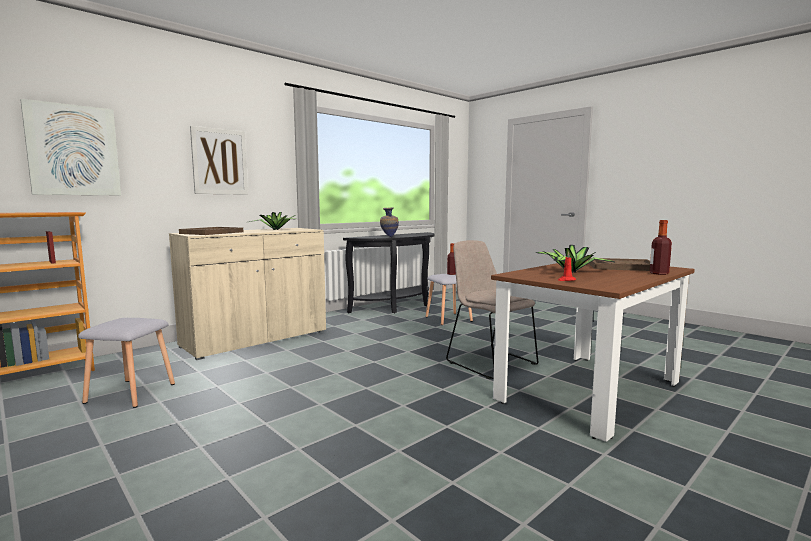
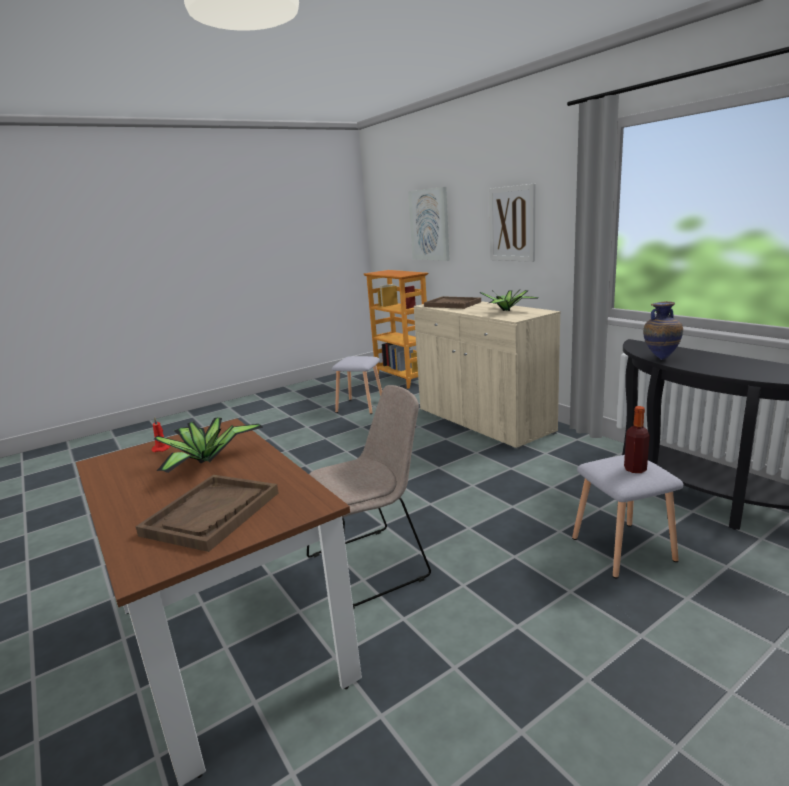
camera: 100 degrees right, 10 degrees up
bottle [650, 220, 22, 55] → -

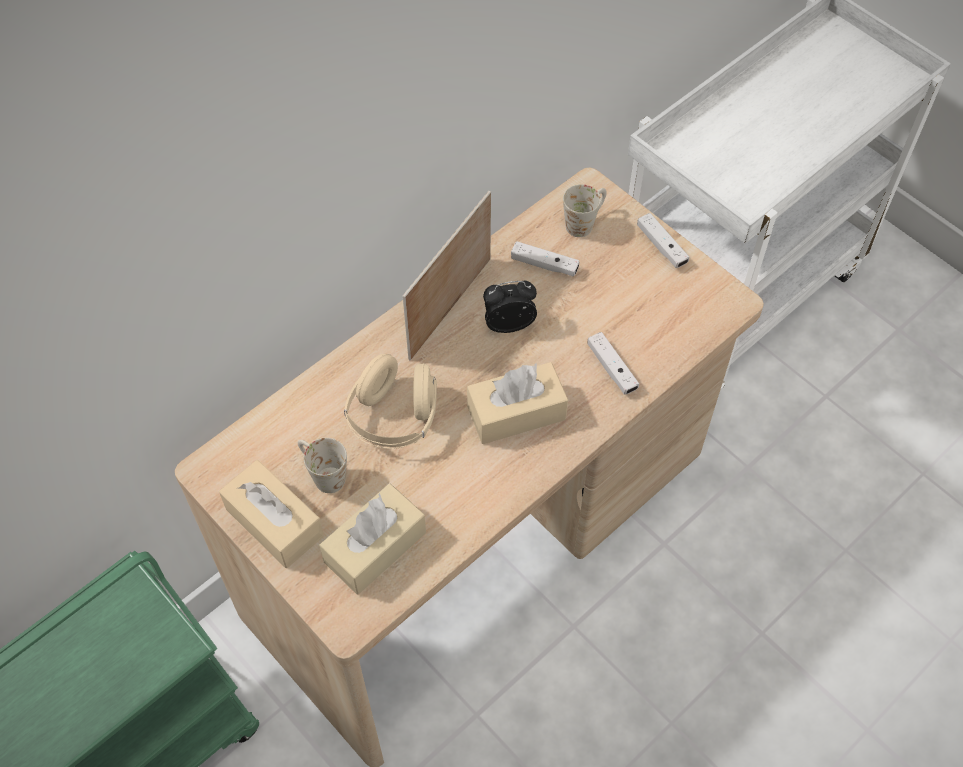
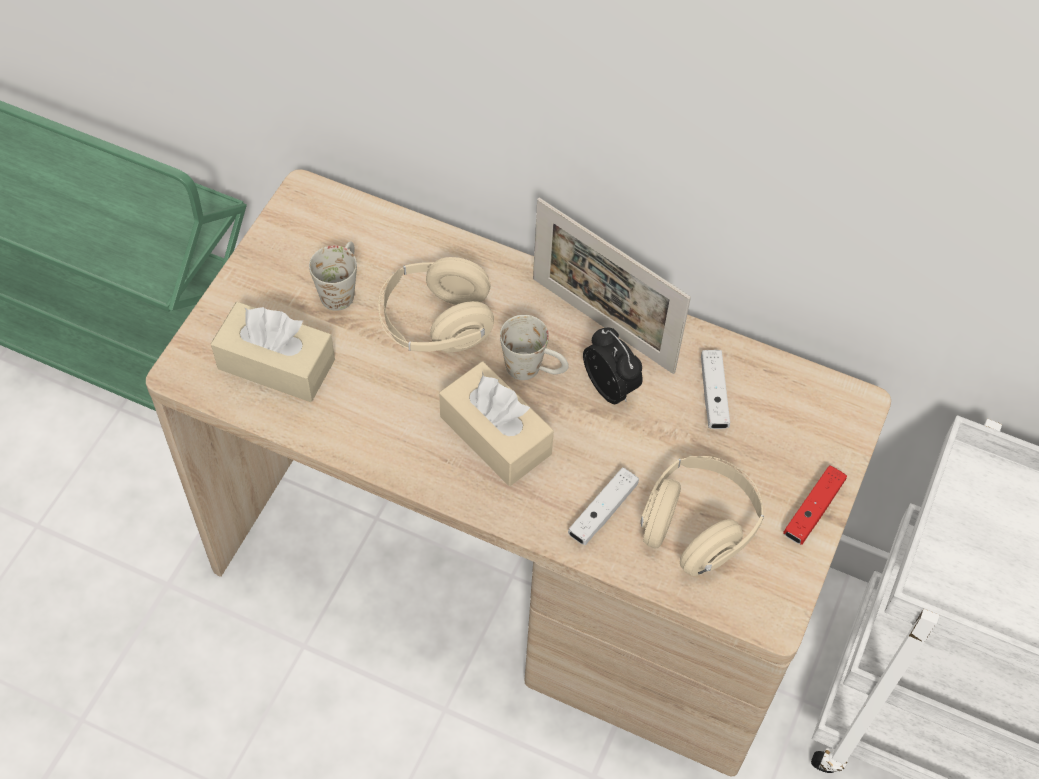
camera: 65 degrees right, 0 degrees up
mug in white [563, 184, 44, 53] → mug in white [500, 315, 69, 65], shifted
picture frame [403, 191, 88, 169] → picture frame [533, 198, 158, 176], 150 degrees counterclockwise
- → headphones in beige [640, 456, 124, 120]
game controller in white [637, 213, 52, 55] → game controller in red [783, 465, 64, 80]
tissue box in beige [219, 460, 105, 108] → -

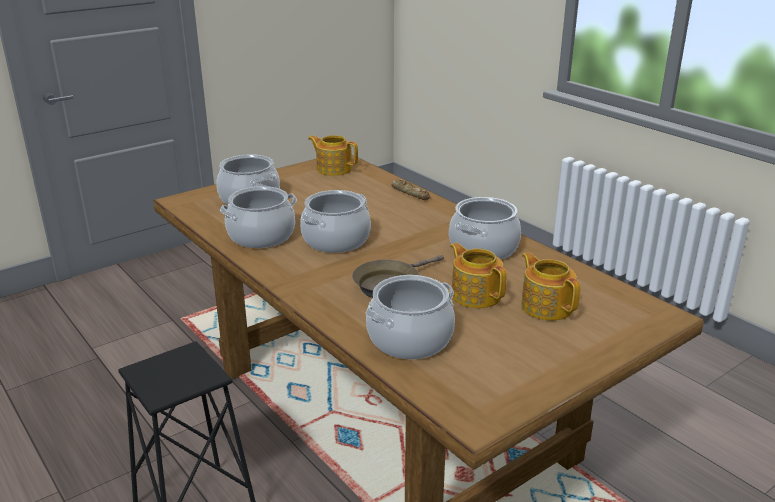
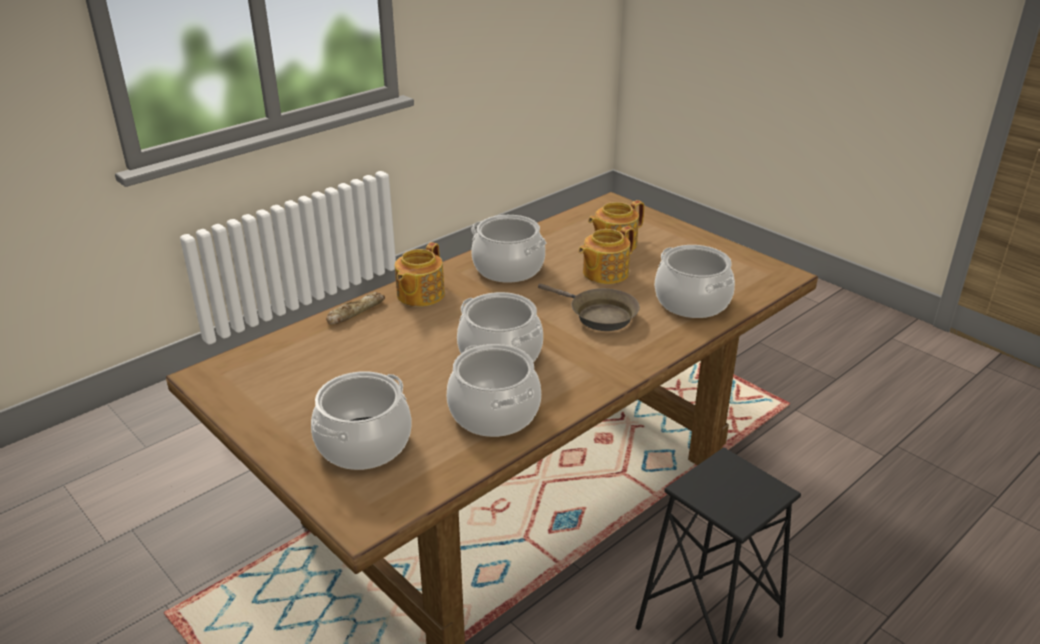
camera: 95 degrees left, 5 degrees up
teapot [308, 135, 50, 41] → teapot [395, 242, 50, 65], shifted

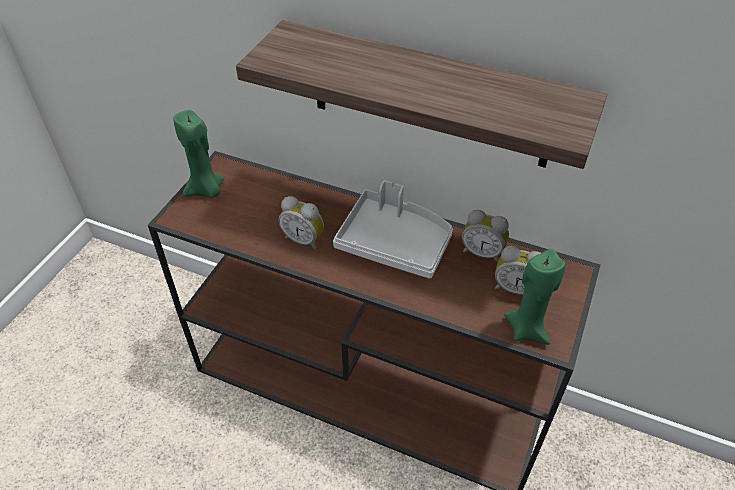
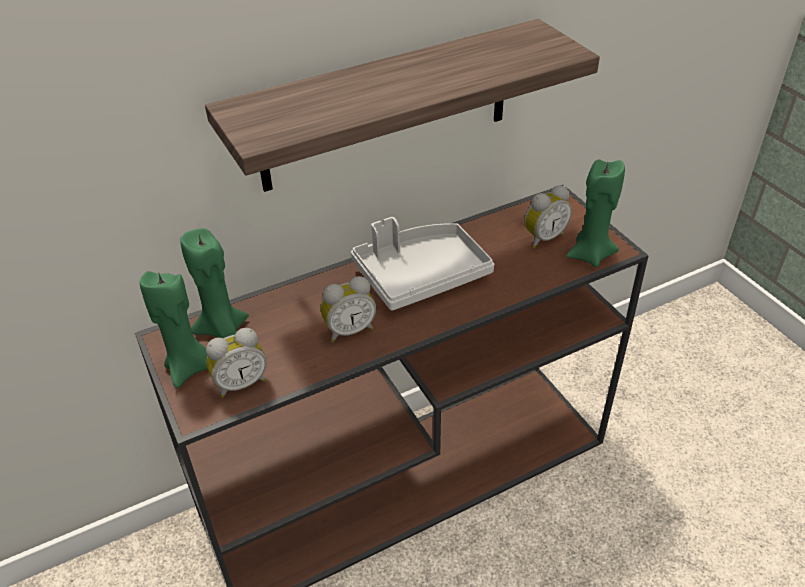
camera: 50 degrees left, 5 degrees down
- → candle in green [180, 228, 69, 110]
alarm clock [462, 209, 47, 54] → alarm clock [206, 328, 61, 70], shifted

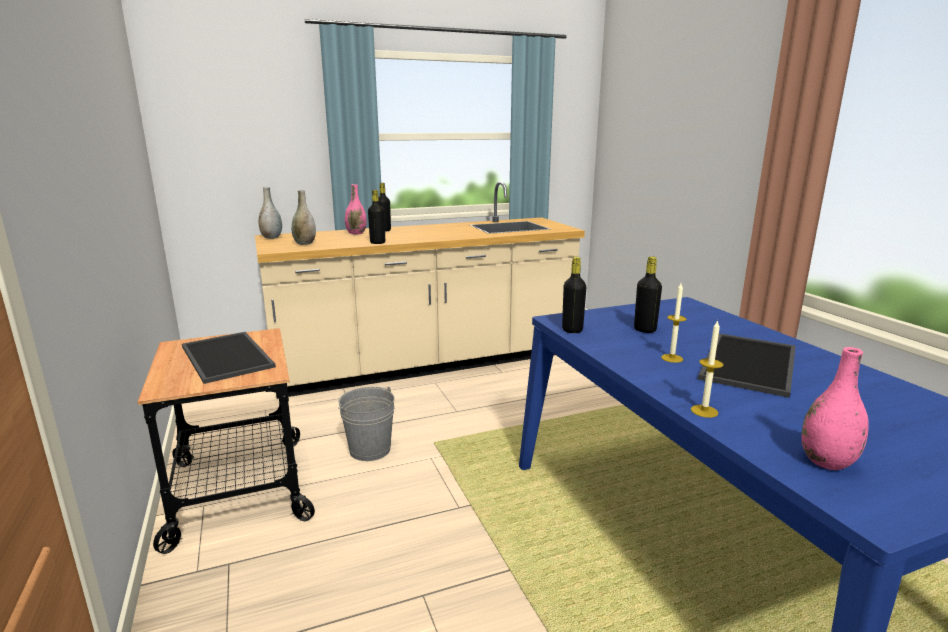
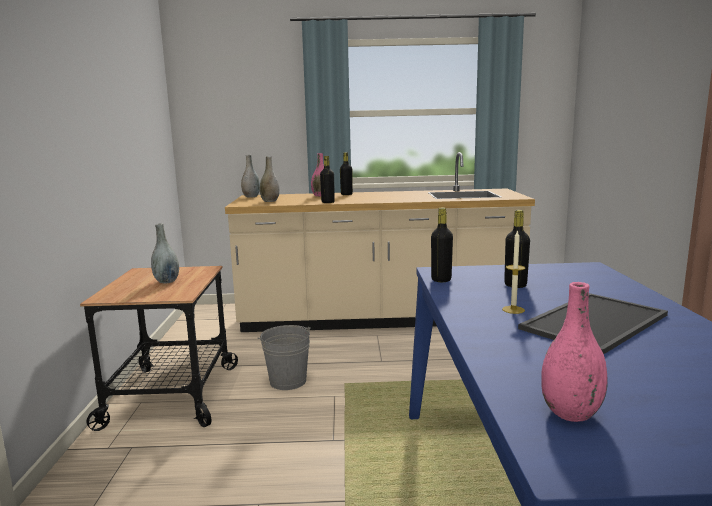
camera: 20 degrees right, 5 degrees down
tray [182, 332, 94, 52] → vase in grey [151, 223, 28, 60]
candle [691, 320, 33, 98] → -

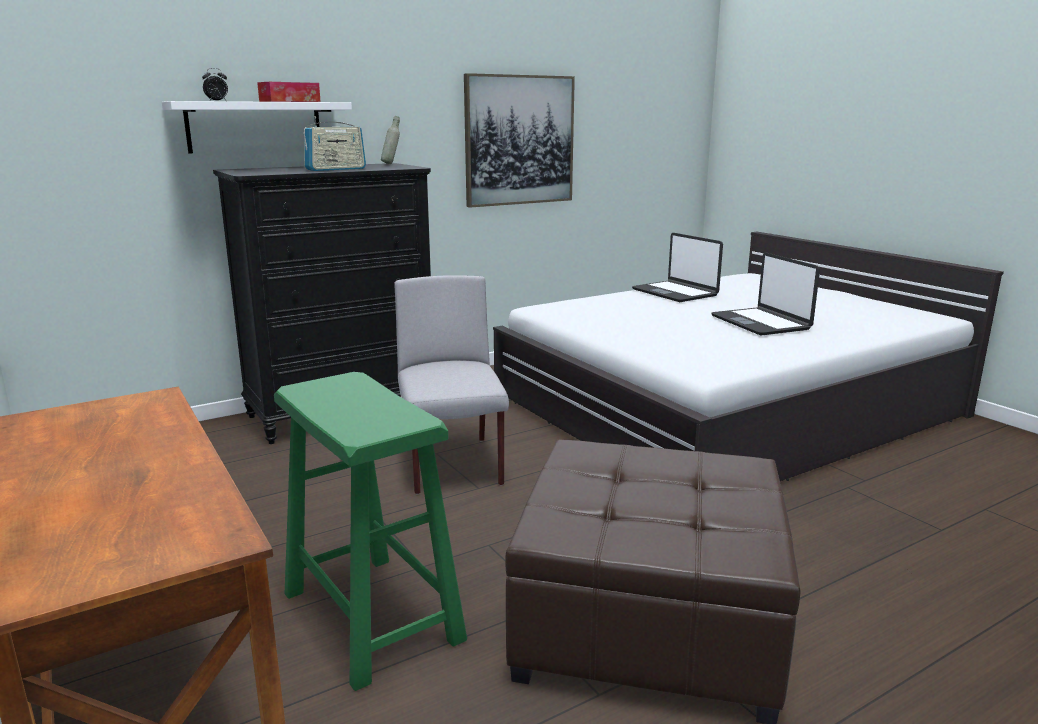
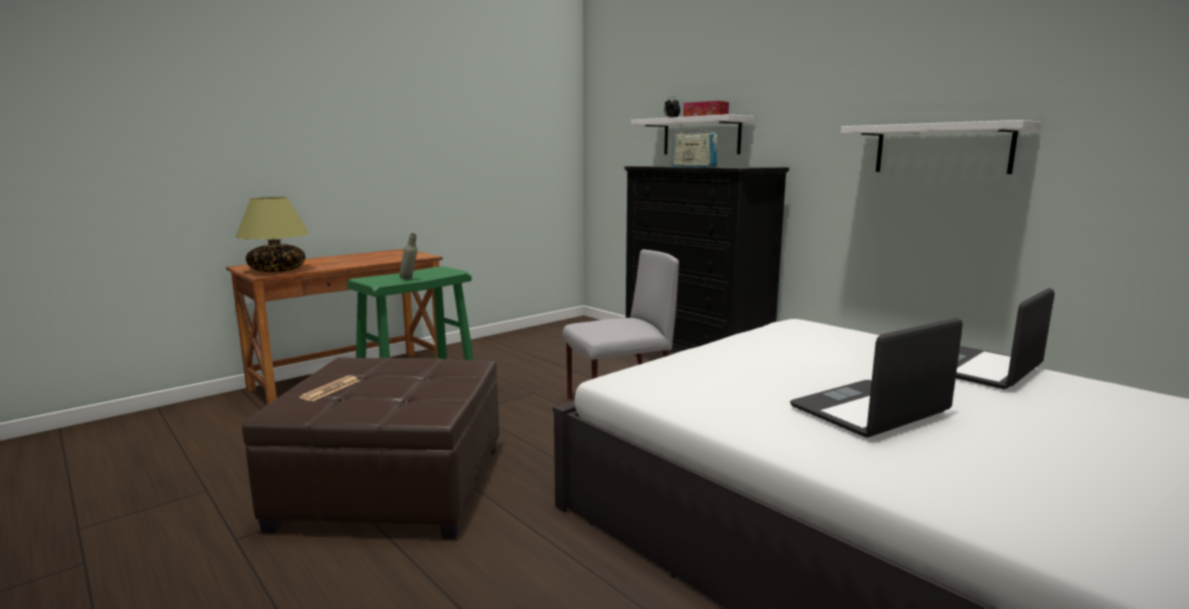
camera: 80 degrees right, 5 degrees down
- → table lamp [235, 197, 75, 75]
- → newspaper [299, 376, 60, 25]
bottle in grey [381, 116, 19, 48] → bottle in grey [399, 233, 18, 47], shifted
picture [464, 73, 111, 135] → shelf in white [841, 120, 200, 54]

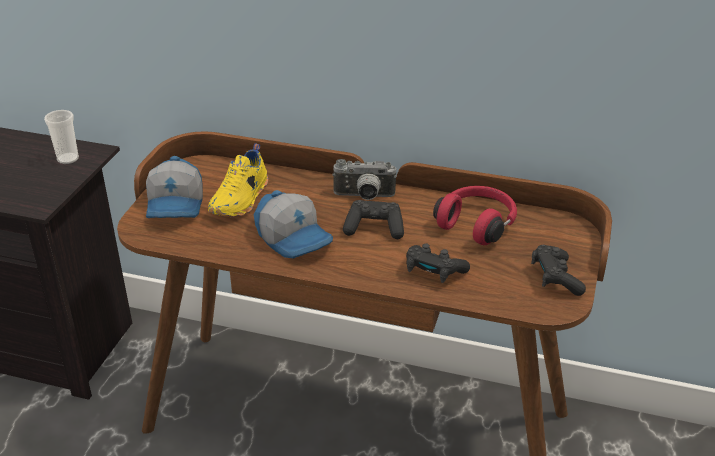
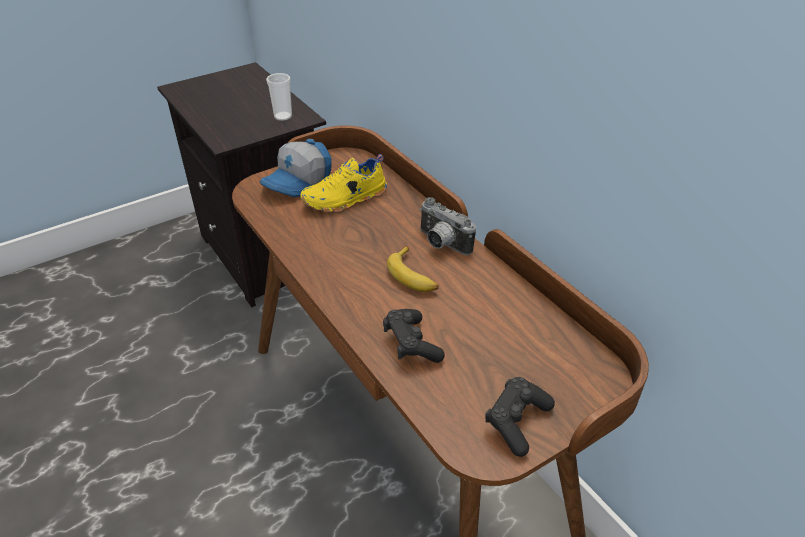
camera: 40 degrees right, 5 degrees up
game controller in black [343, 200, 61, 39] → banana [387, 246, 52, 46]
cap [254, 190, 79, 69] → -
headphones in red [433, 186, 84, 59] → -

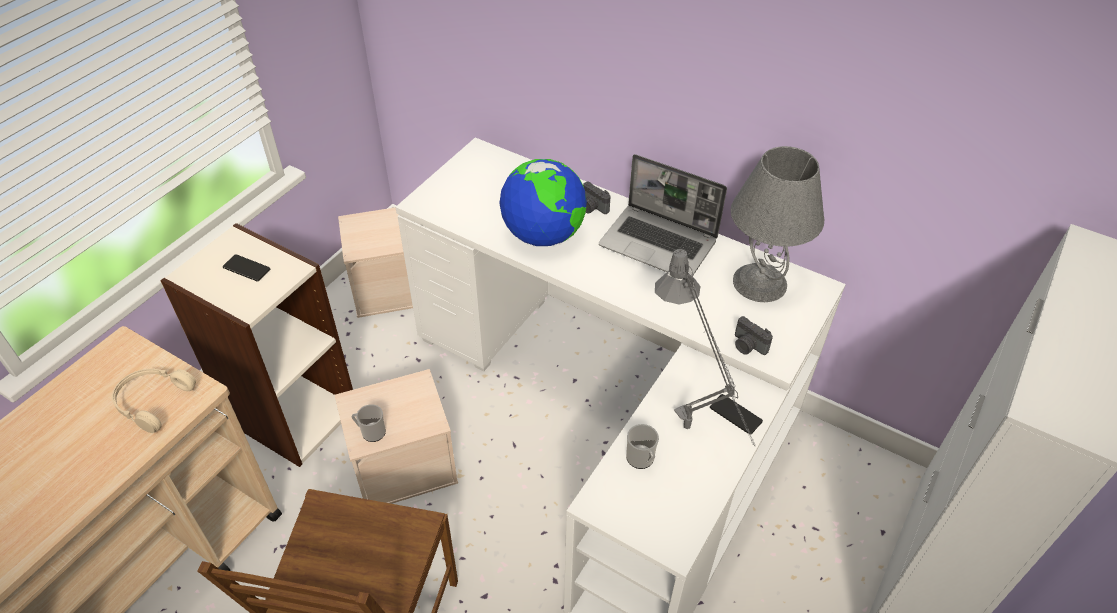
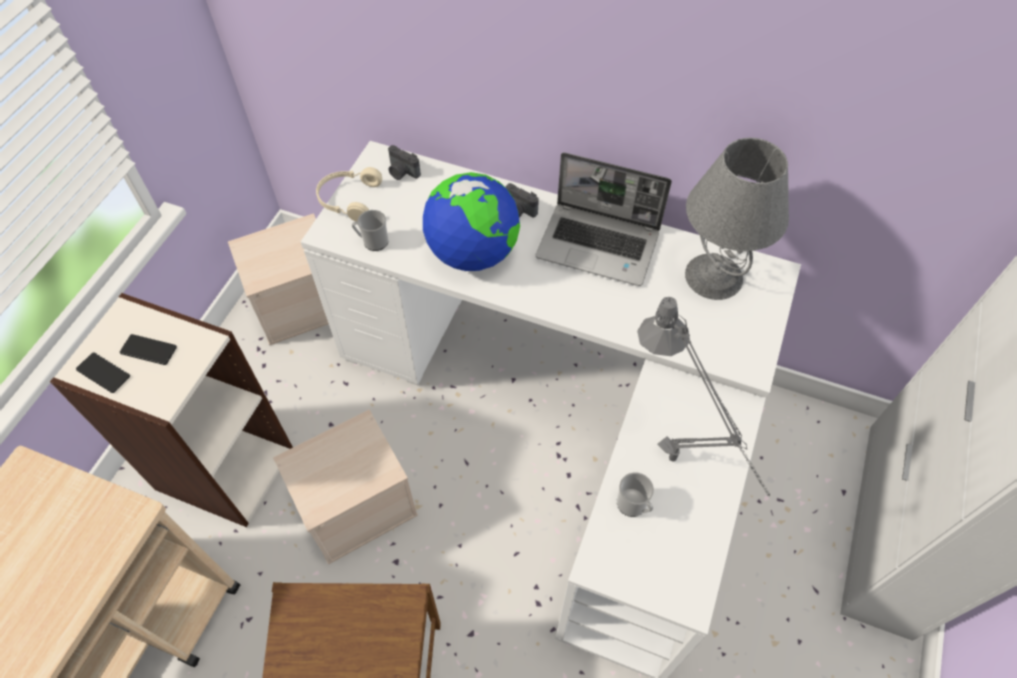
camera: 10 degrees left, 10 degrees up
phone [710, 394, 53, 40] → phone [76, 353, 54, 40], shifted
headphones in beige [112, 369, 84, 64] → headphones in beige [316, 167, 66, 54], shifted
mug [351, 404, 35, 38] → mug [352, 210, 37, 41], shifted
photo camera [735, 316, 38, 39] → photo camera [388, 145, 33, 35], shifted

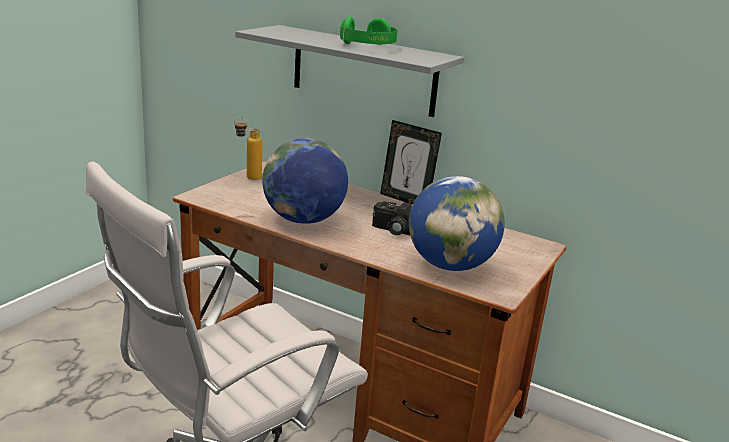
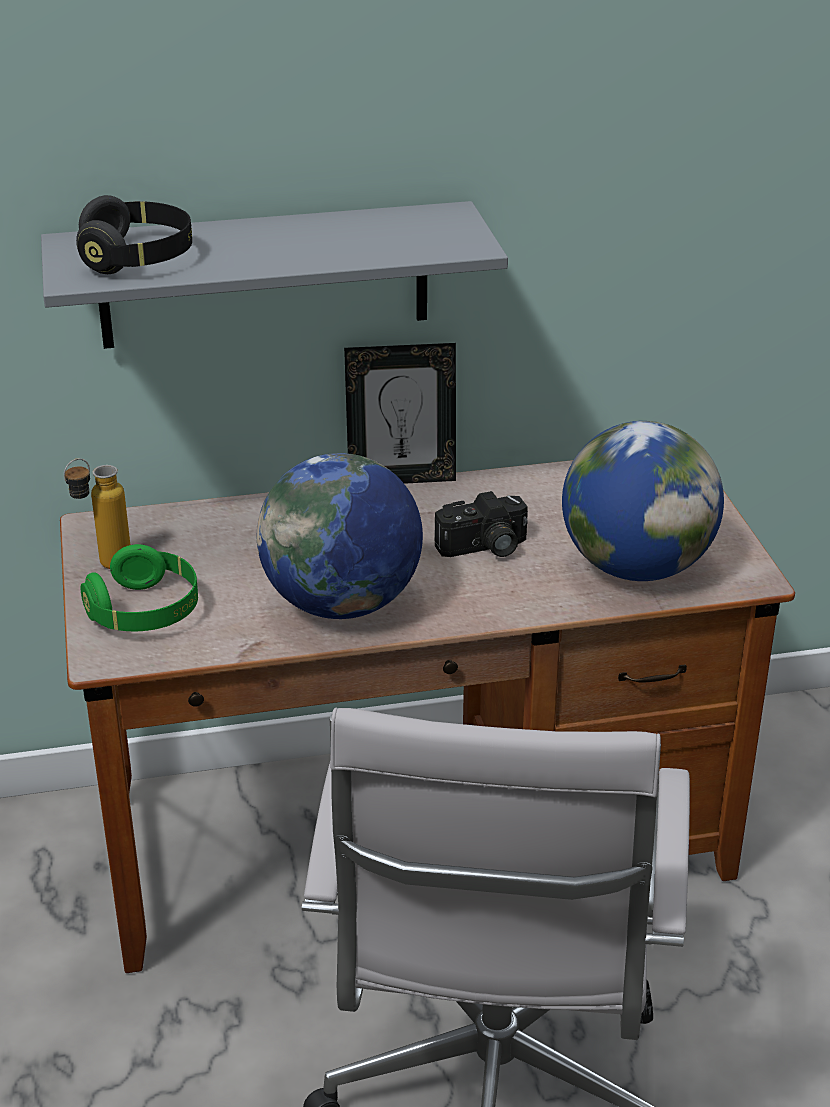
camera: 40 degrees left, 10 degrees up
- → headphones in black [76, 195, 116, 79]
headphones in green [340, 17, 57, 28] → headphones in green [81, 544, 117, 87], shifted

